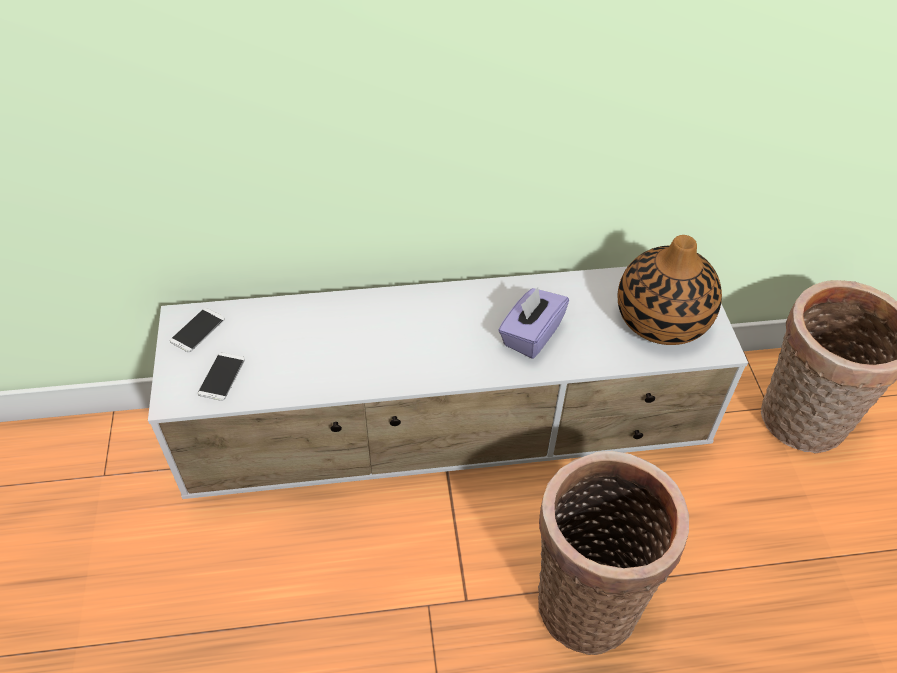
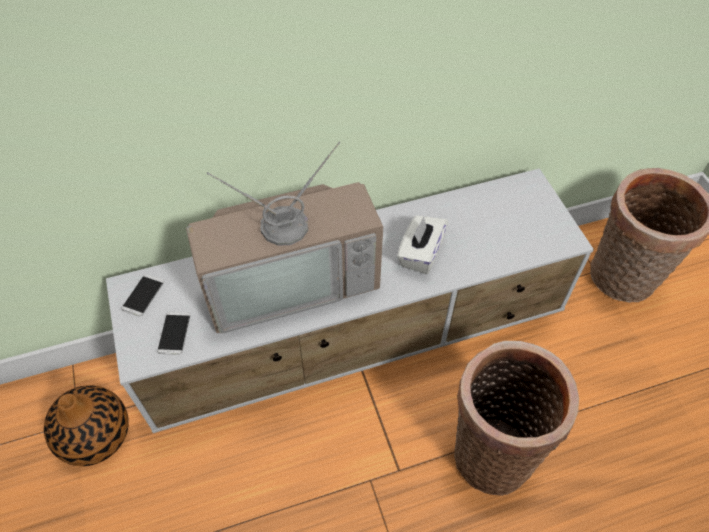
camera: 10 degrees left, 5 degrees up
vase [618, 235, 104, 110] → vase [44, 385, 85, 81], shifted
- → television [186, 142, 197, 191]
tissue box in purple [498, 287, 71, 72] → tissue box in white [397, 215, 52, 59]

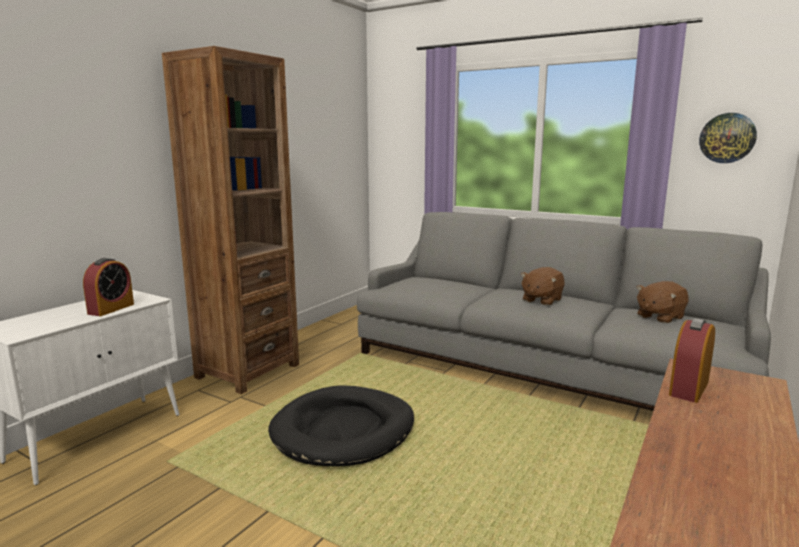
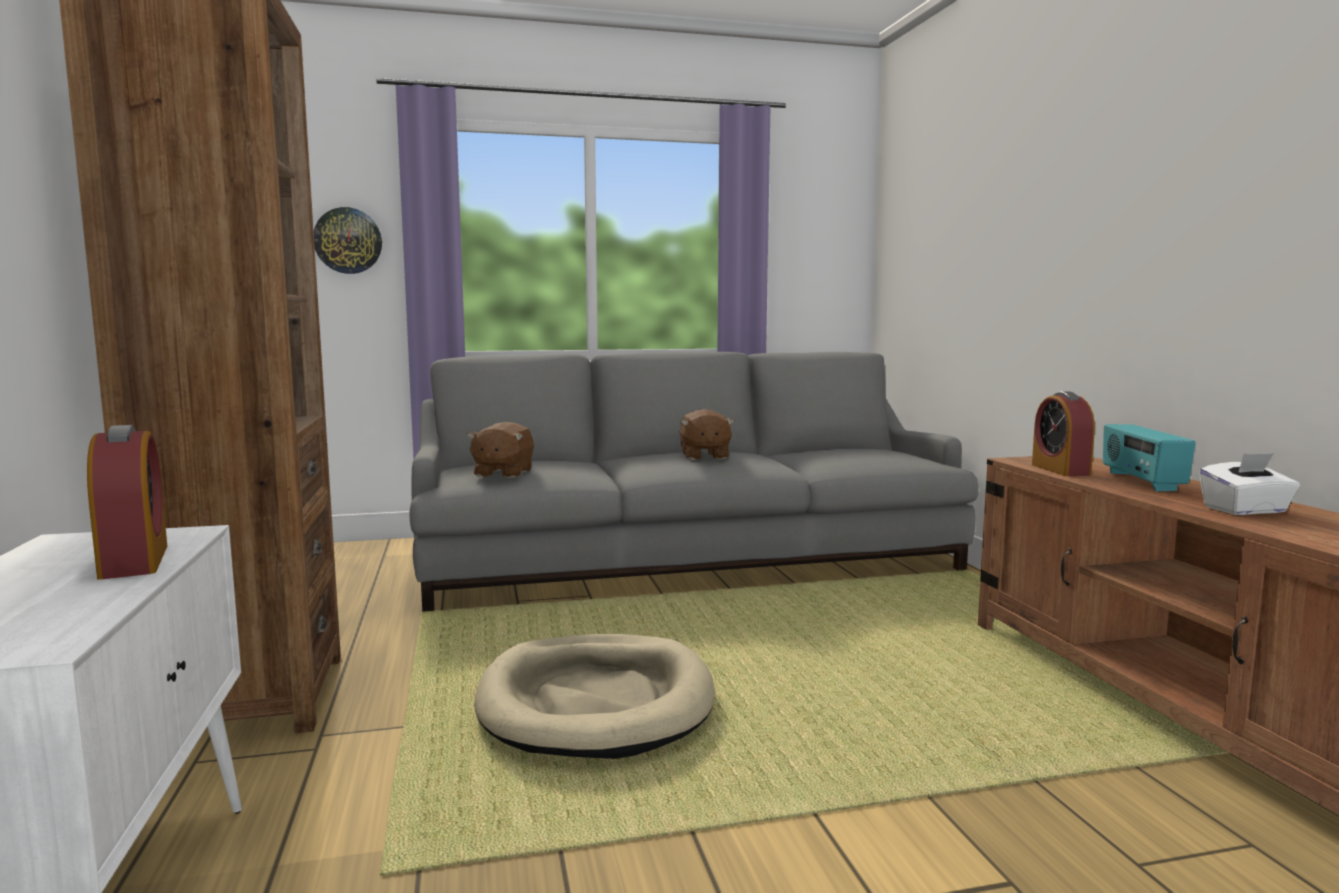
camera: 45 degrees left, 5 degrees down
wall clock [699, 113, 58, 50] → wall clock [314, 207, 68, 67], shifted
plush toy in brown [637, 281, 52, 42] → plush toy in brown [467, 422, 67, 56], shifted
dog bed in black [268, 385, 146, 82] → dog bed in beige [474, 634, 241, 125]
- → radio [1103, 424, 93, 67]
- → tissue box in white [1199, 453, 101, 62]

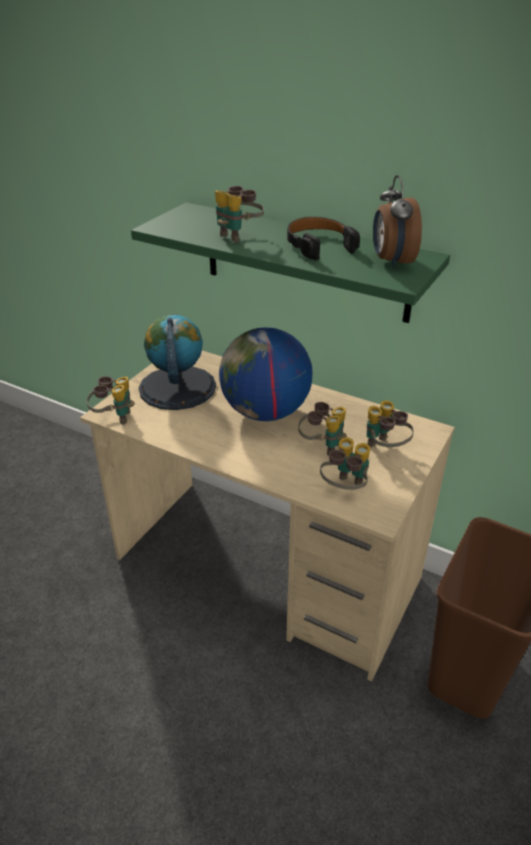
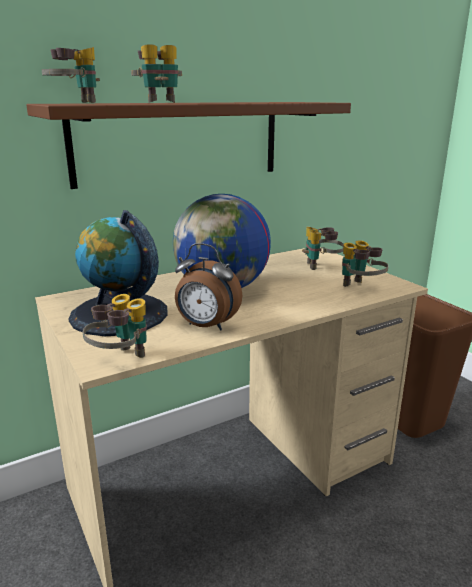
camera: 60 degrees left, 15 degrees down
shelf in green [131, 203, 319, 120] → shelf in brown [26, 102, 325, 87]
binoculars [298, 402, 49, 54] → binoculars [42, 47, 58, 56], shifted
alarm clock [373, 175, 49, 93] → alarm clock [175, 243, 67, 87], shifted
headphones in black [287, 217, 73, 43] → -

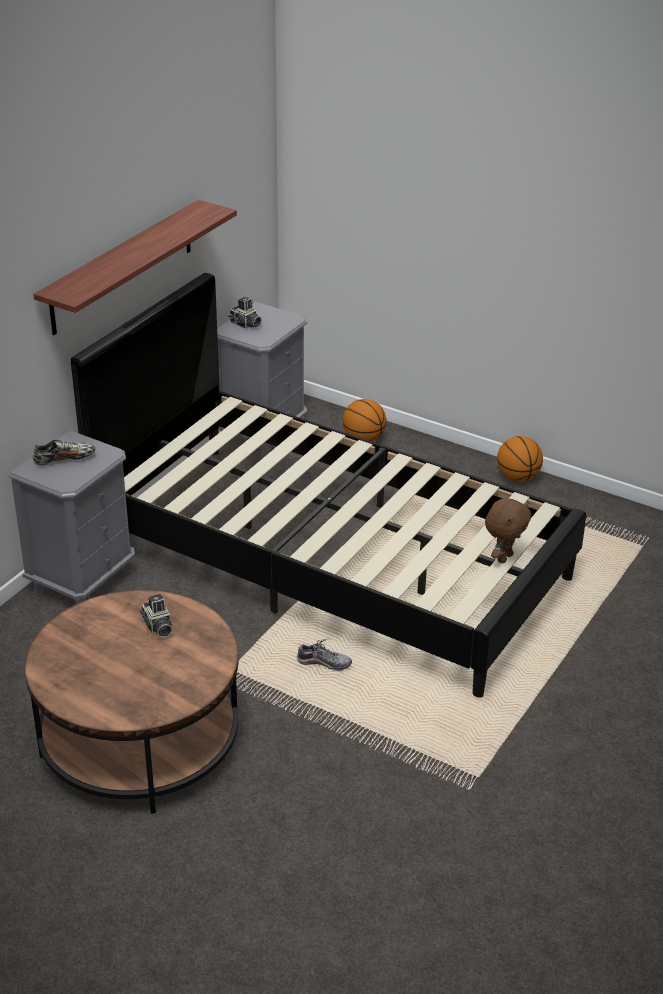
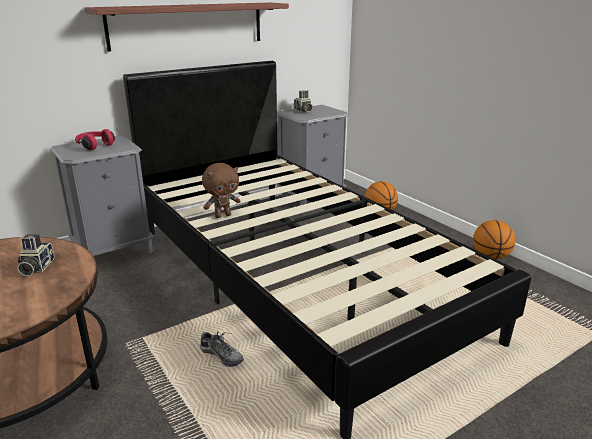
camera: 25 degrees right, 10 degrees down
shoe [32, 439, 63, 26] → headphones in red [75, 129, 40, 21]
plush toy in brown [485, 498, 46, 65] → plush toy in brown [202, 163, 39, 55], shifted

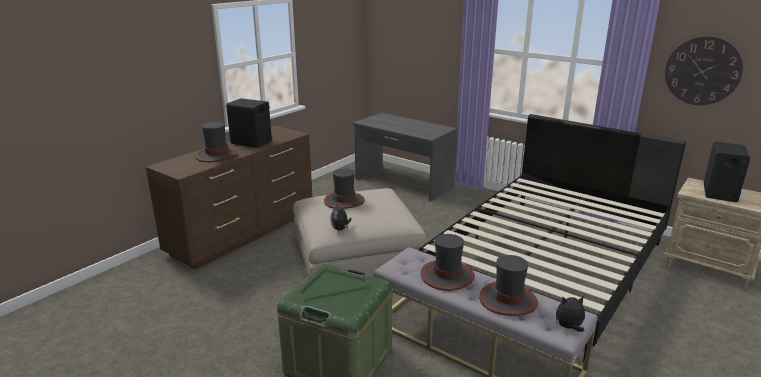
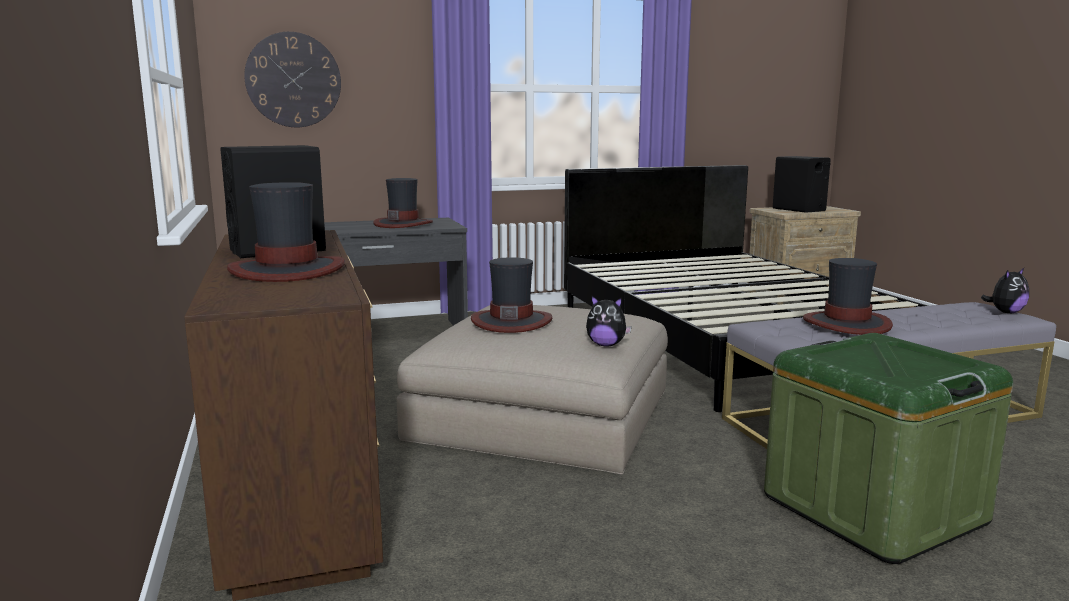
camera: 55 degrees left, 10 degrees down
wall clock [665, 36, 78, 69] → wall clock [244, 32, 97, 95], shifted
hat [479, 255, 59, 61] → hat [373, 178, 60, 50], shifted
plush toy [556, 296, 29, 36] → plush toy [981, 268, 48, 45], 150 degrees counterclockwise

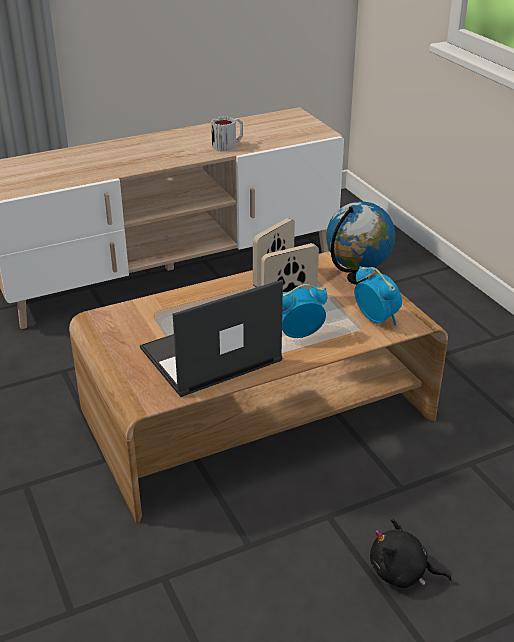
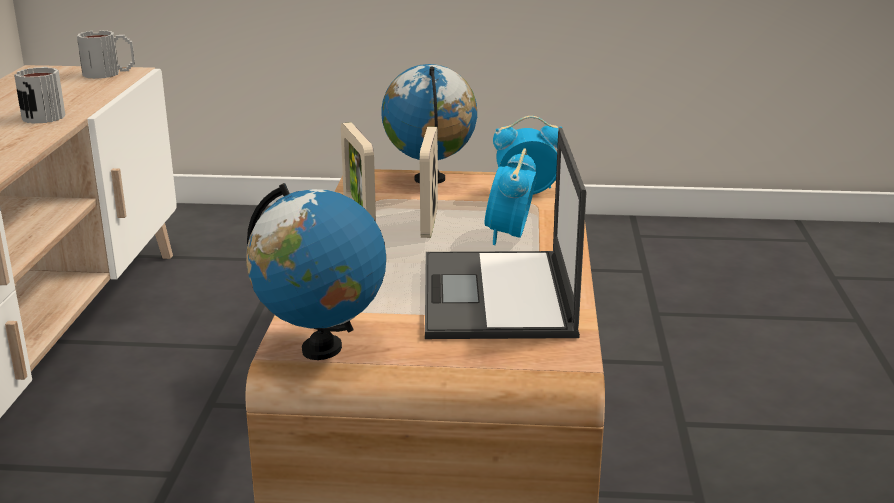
camera: 60 degrees left, 10 degrees down
- → mug [77, 30, 58, 49]
- → globe [246, 183, 140, 177]
plush toy in black [370, 518, 82, 70] → -

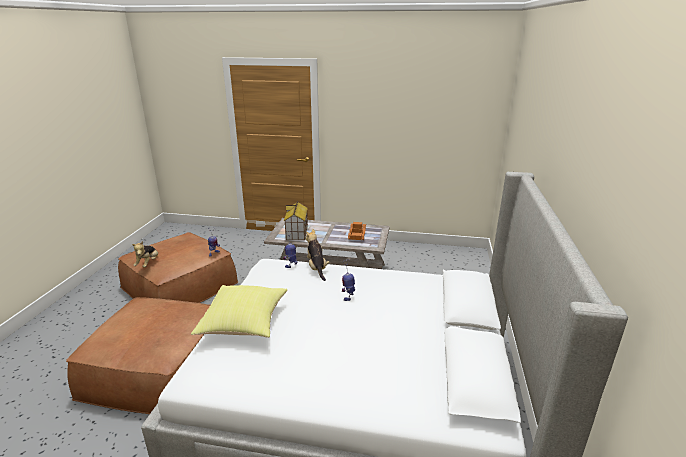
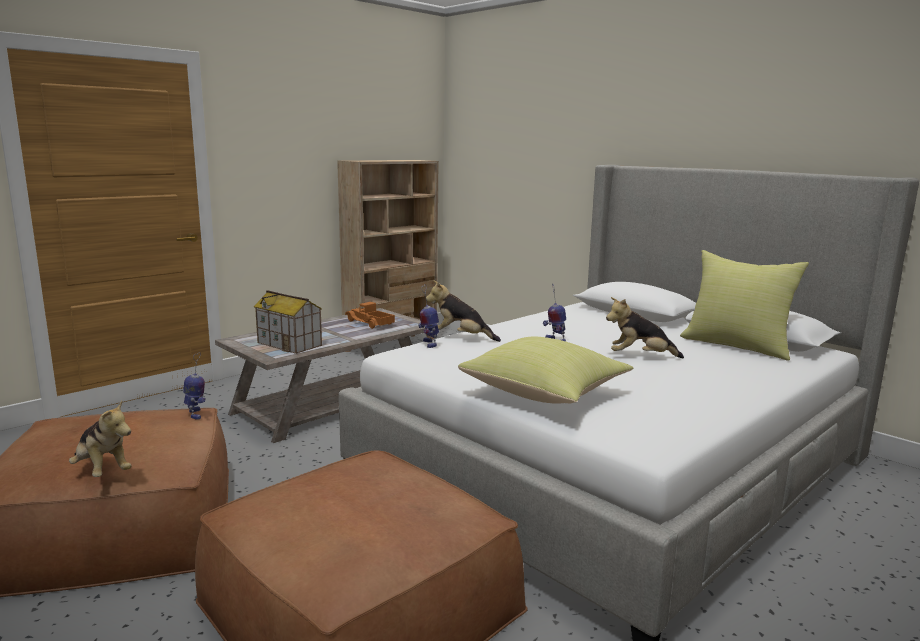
camera: 55 degrees left, 10 degrees down
- → bookcase in beige [337, 160, 101, 192]
- → plush toy [606, 297, 78, 61]
- → pillow in yellow [680, 250, 129, 111]

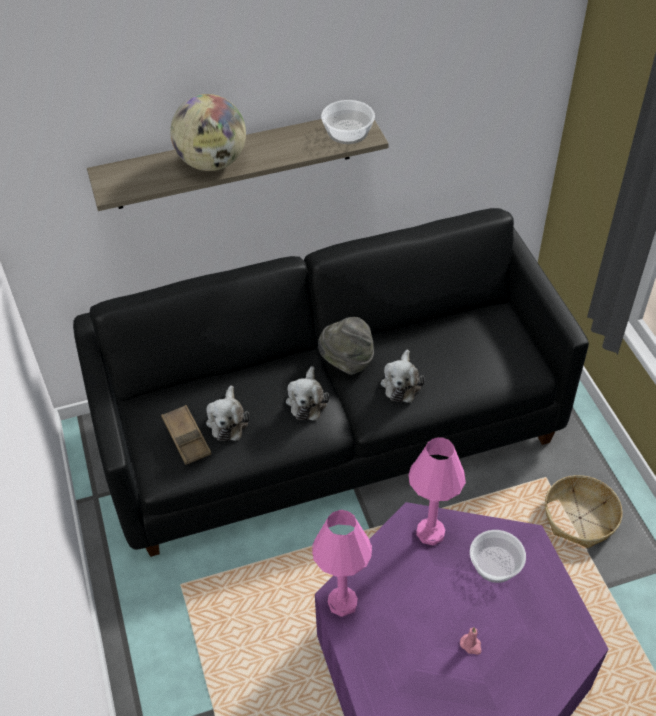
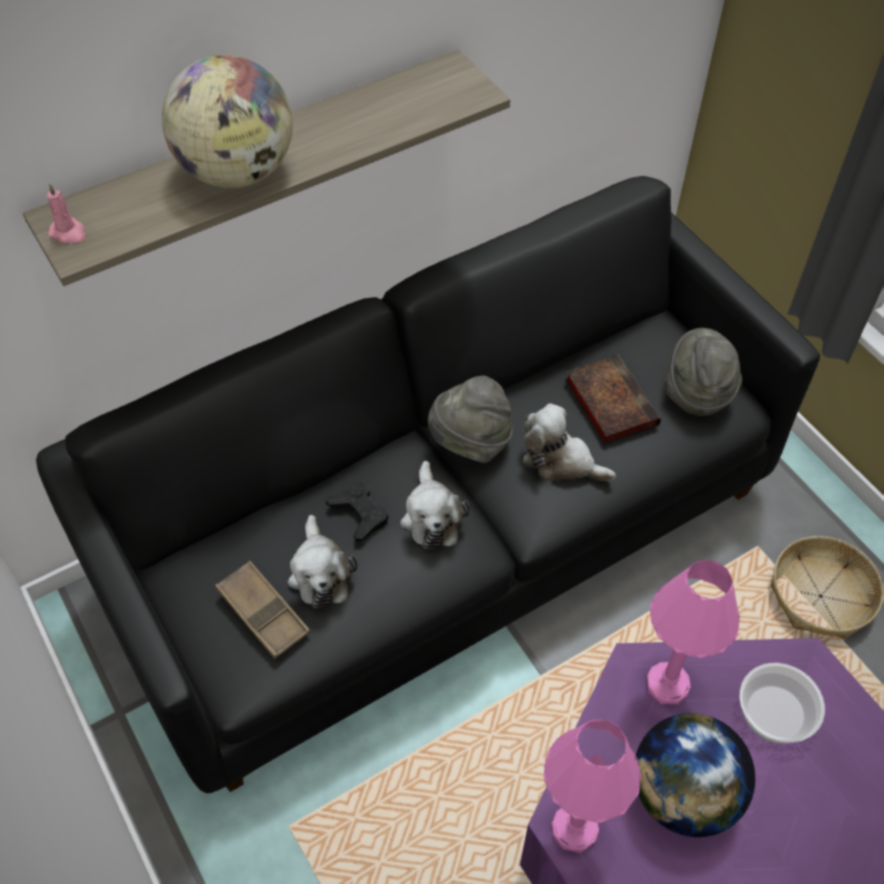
camera: 15 degrees left, 5 degrees up
candle in pink [460, 627, 21, 28] → candle in pink [47, 183, 38, 60], shifted
- → game controller in black [326, 483, 63, 59]
plush toy [381, 350, 44, 53] → plush toy [523, 403, 93, 78], 120 degrees clockwise
- → book [565, 354, 96, 91]
- → globe [635, 713, 120, 124]
- → hat in grey [666, 328, 76, 88]
bowl [321, 100, 54, 44] → -

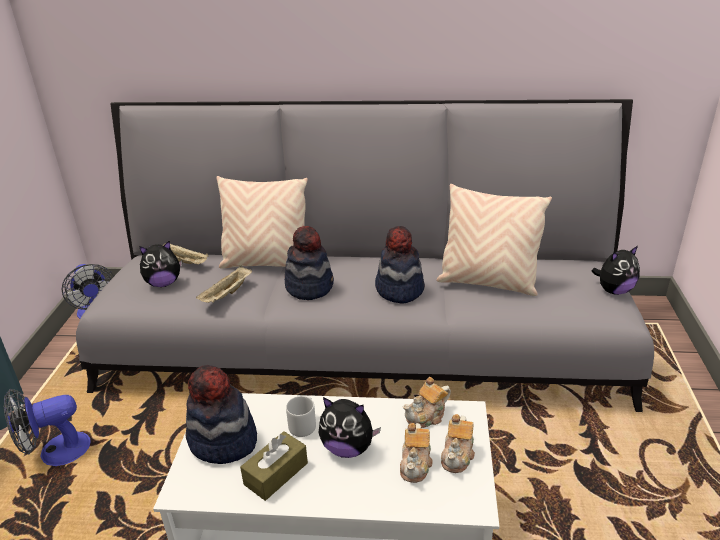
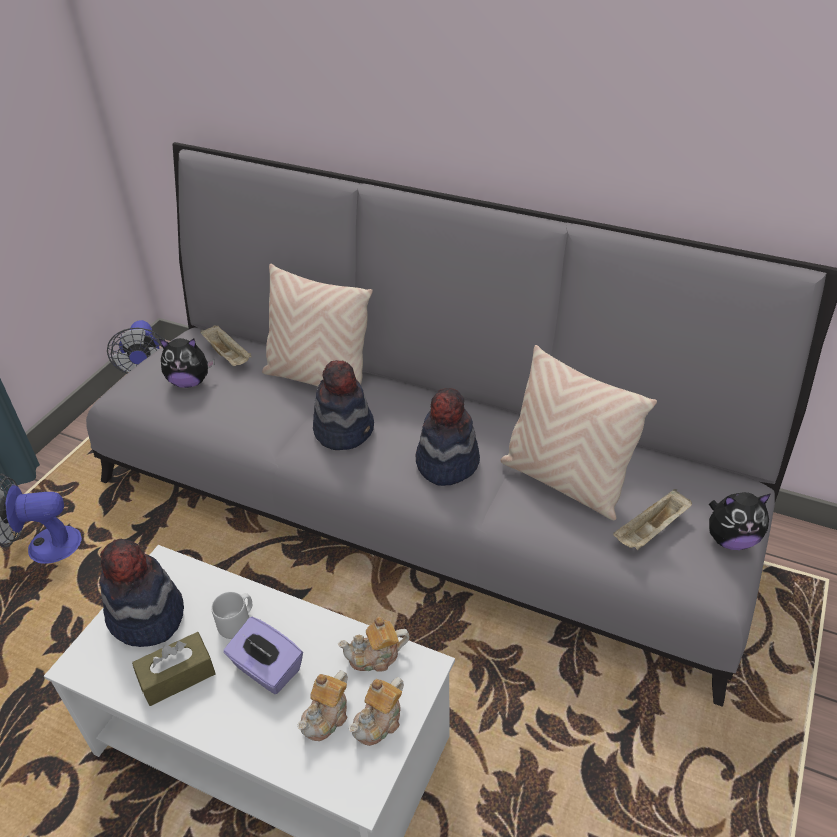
camera: 20 degrees right, 10 degrees up
plush toy [318, 397, 63, 61] → tissue box in purple [224, 617, 79, 77]
tray in beige [196, 266, 56, 37] → tray in beige [613, 489, 79, 61], shifted

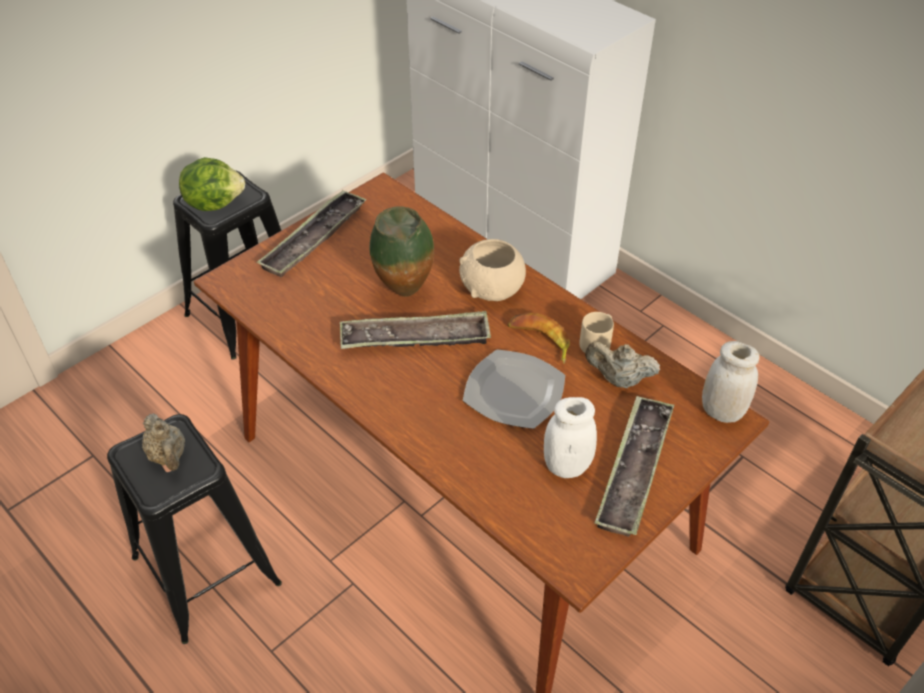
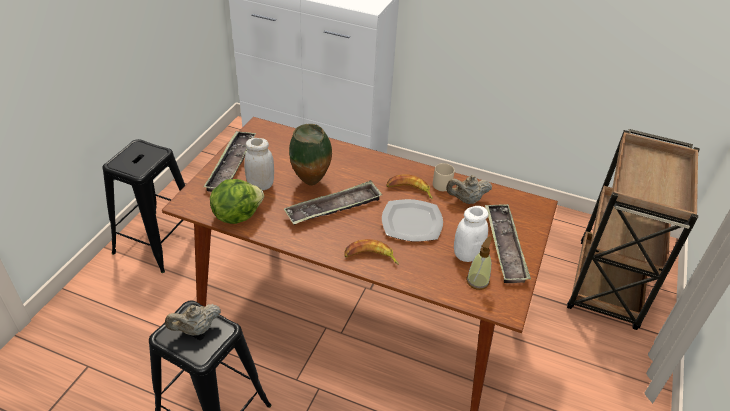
camera: 25 degrees left, 5 degrees down
teapot in beige [142, 413, 43, 58] → teapot in beige [165, 304, 56, 31], 120 degrees clockwise
lettuce [179, 157, 66, 54] → lettuce [210, 179, 54, 45], shifted
jar in white [702, 341, 57, 82] → jar in white [244, 138, 30, 52], shifted
- → banana [344, 239, 55, 26]
- → soap dispenser [466, 236, 26, 54]
bowl in beige [459, 239, 67, 62] → -

